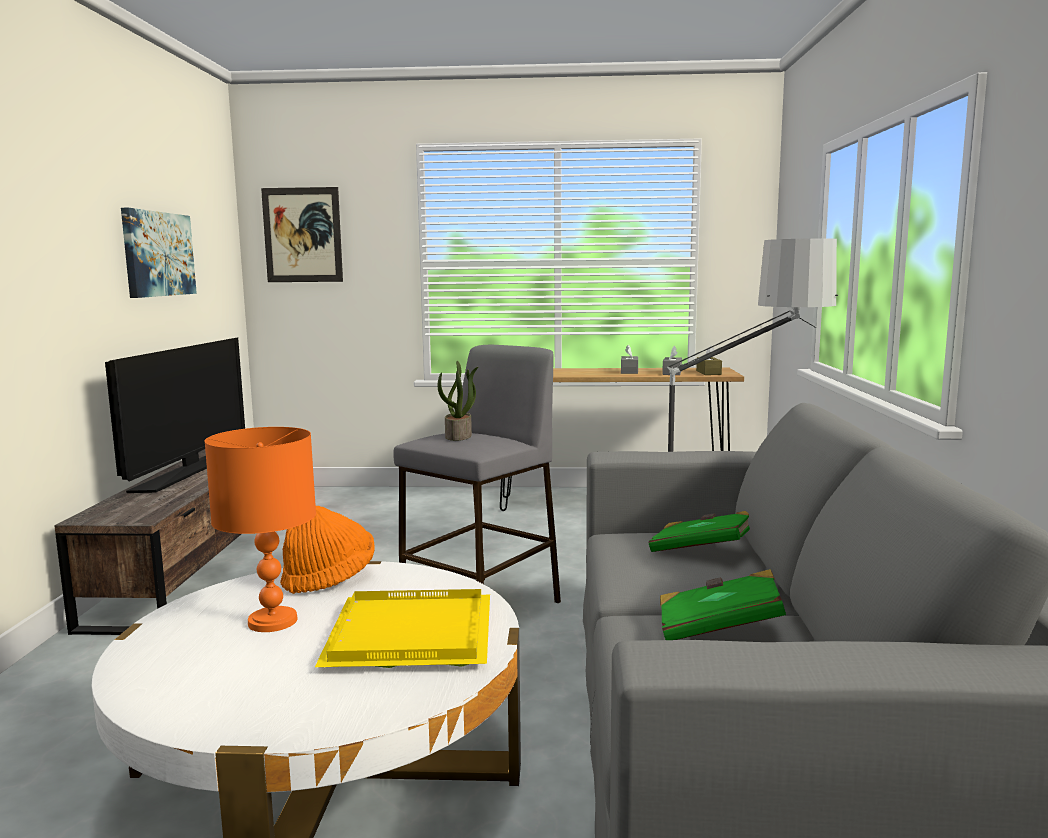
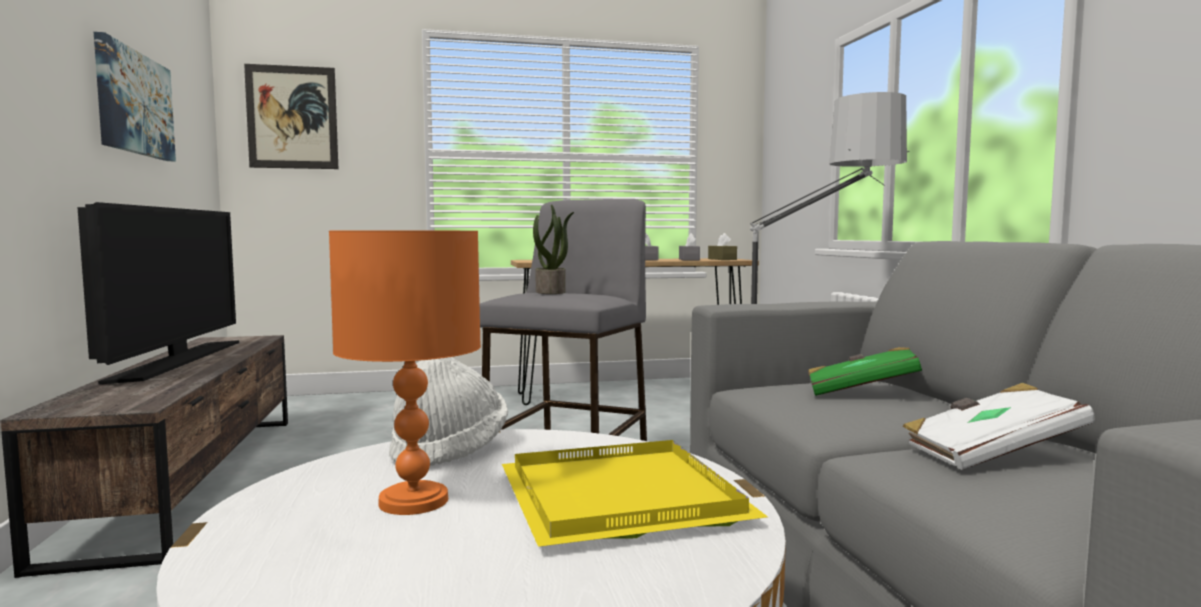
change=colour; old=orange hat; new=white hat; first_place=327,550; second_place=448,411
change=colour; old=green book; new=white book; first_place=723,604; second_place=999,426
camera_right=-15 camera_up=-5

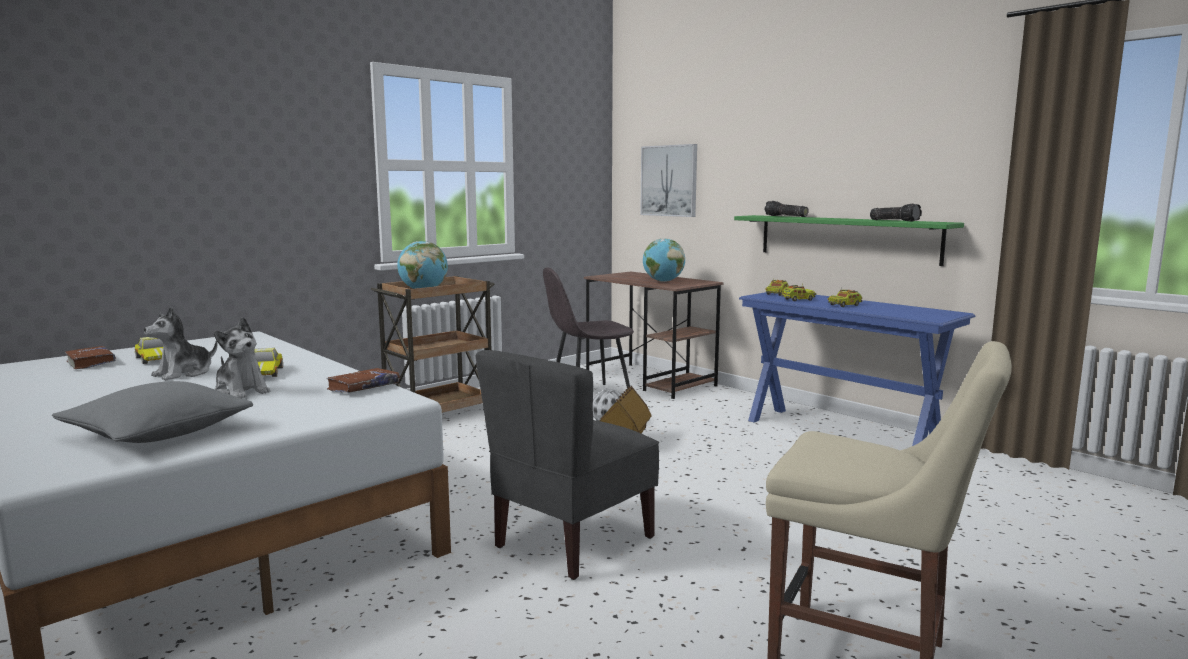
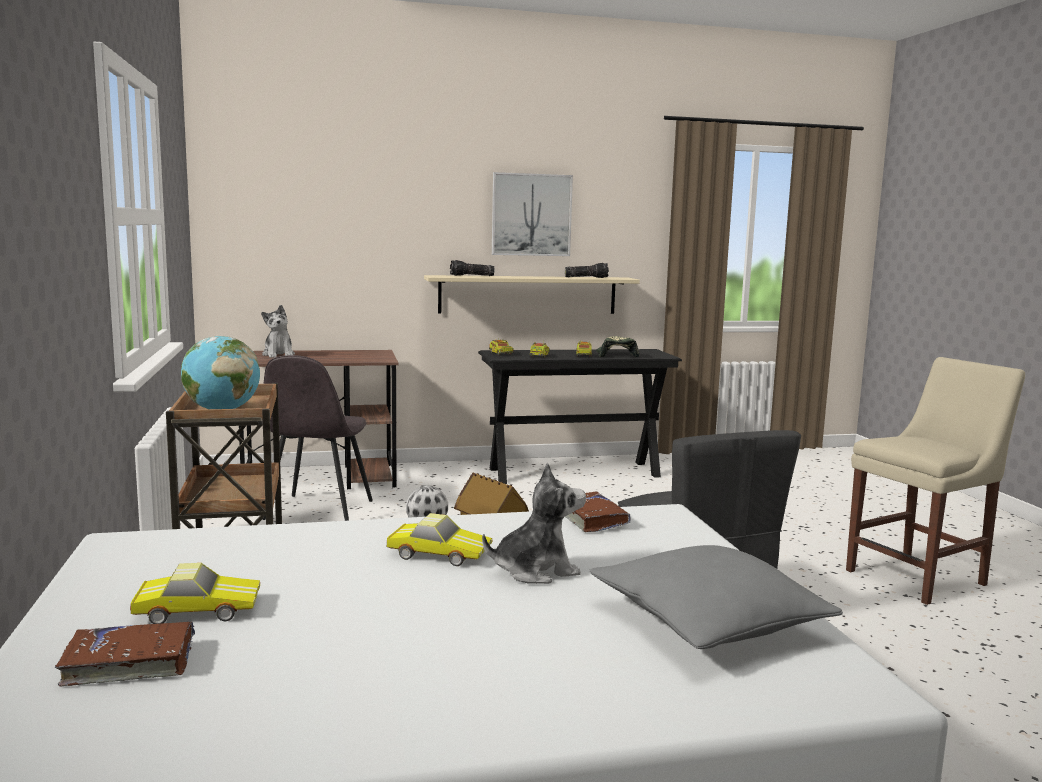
change=missing; old=globe; first_place=664,260
change=appeared; new=cap; second_place=618,346
change=relocated; old=plush toy; first_place=180,343; second_place=278,331
change=relocated; old=picture; first_place=668,180; second_place=532,214
change=colour; old=green shelf; new=beige shelf; first_place=849,240; second_place=532,294
change=colour; old=blue console table; new=black console table; first_place=857,369; second_place=580,416
camera_right=-60 camera_up=0

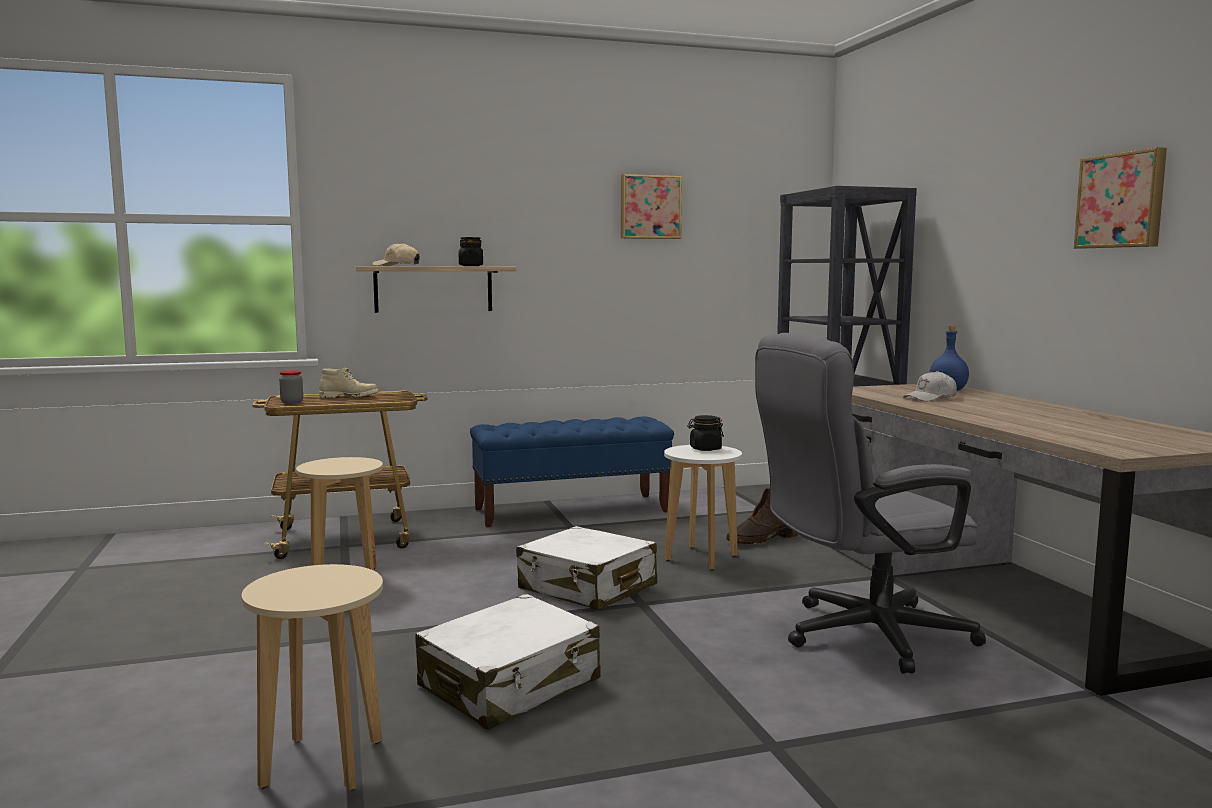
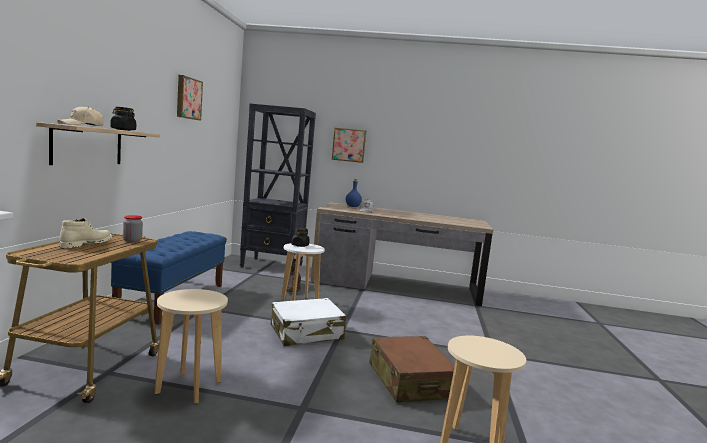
change=missing; old=grey office chair; first_place=870,503
change=relocated; old=jar; first_place=291,387; second_place=133,229
change=relocated; old=picture; first_place=1120,198; second_place=349,145
change=colour; old=white suitcase; new=brown suitcase; first_place=508,662; second_place=412,369
camera_right=-65 camera_up=0

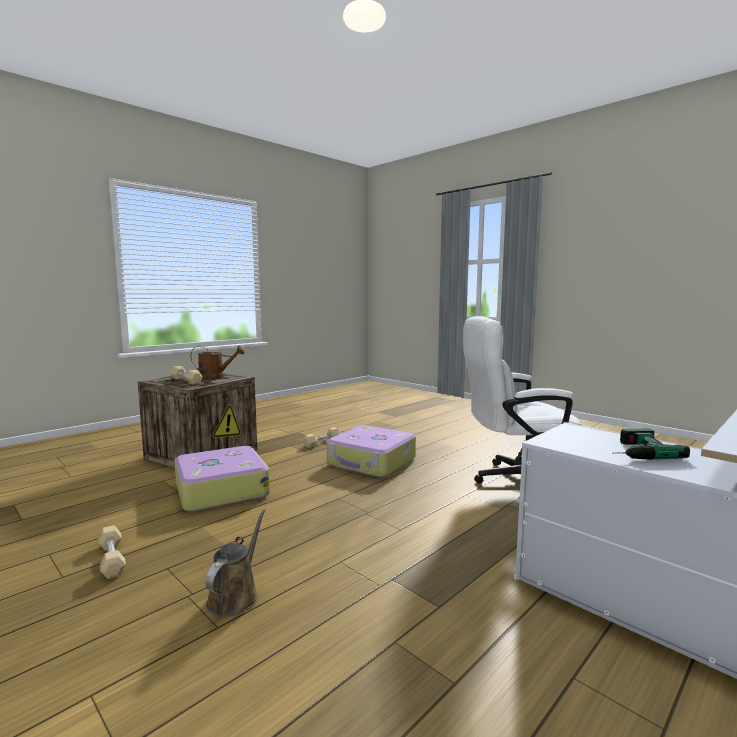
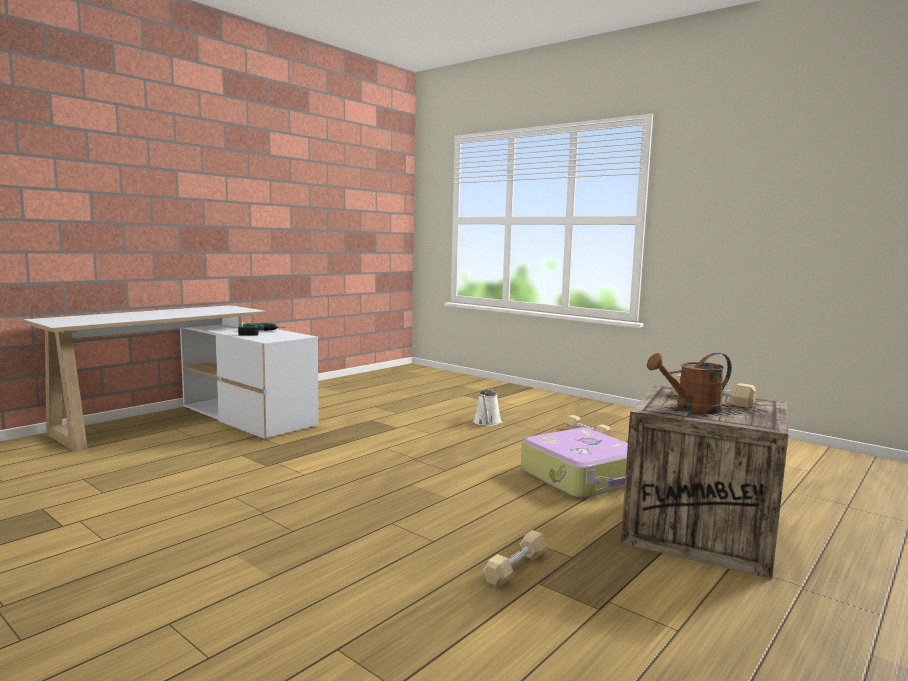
change=missing; old=suitcase; first_place=371,451
change=missing; old=white office chair; first_place=522,400
change=colour; old=brown watering can; new=white watering can; first_place=235,563; second_place=487,407
camera_right=175 camera_up=0

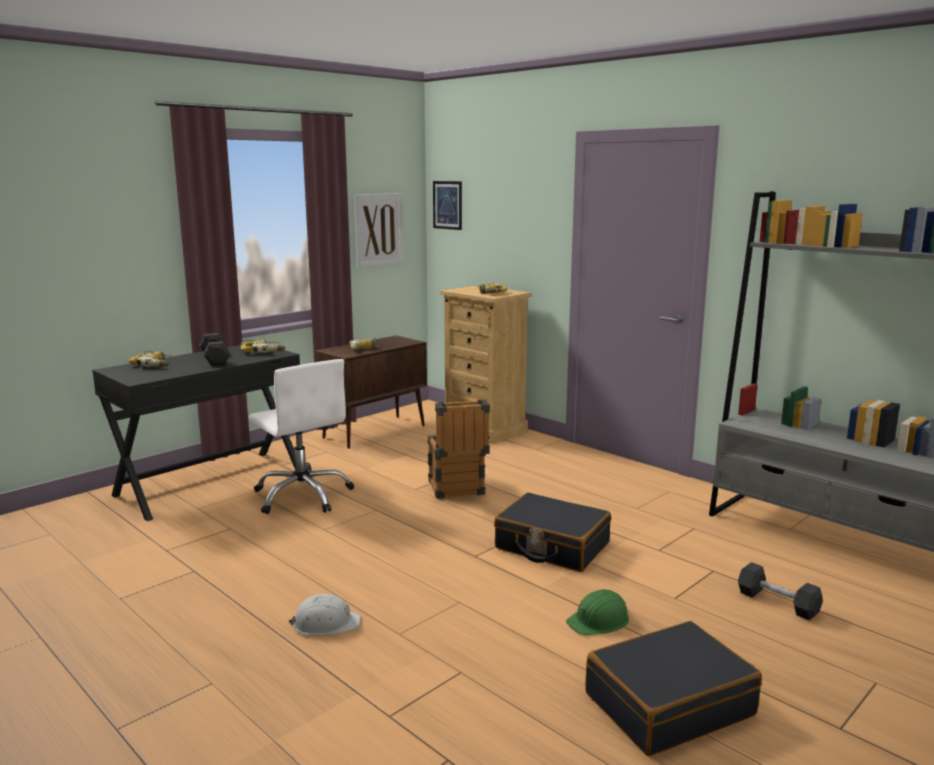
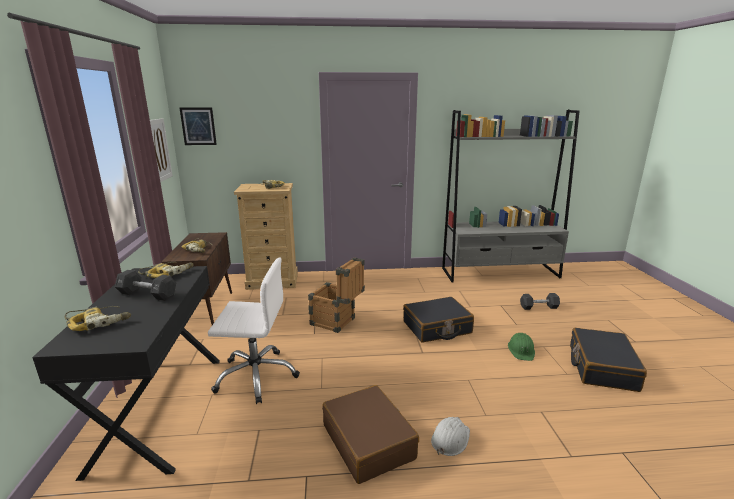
change=appeared; new=brown suitcase; second_place=370,434
camera_right=-50 camera_up=5

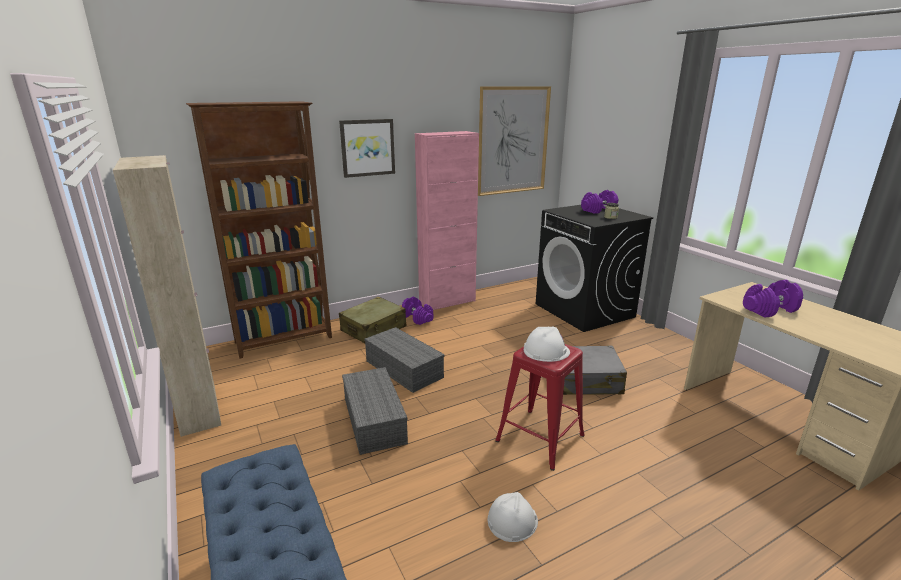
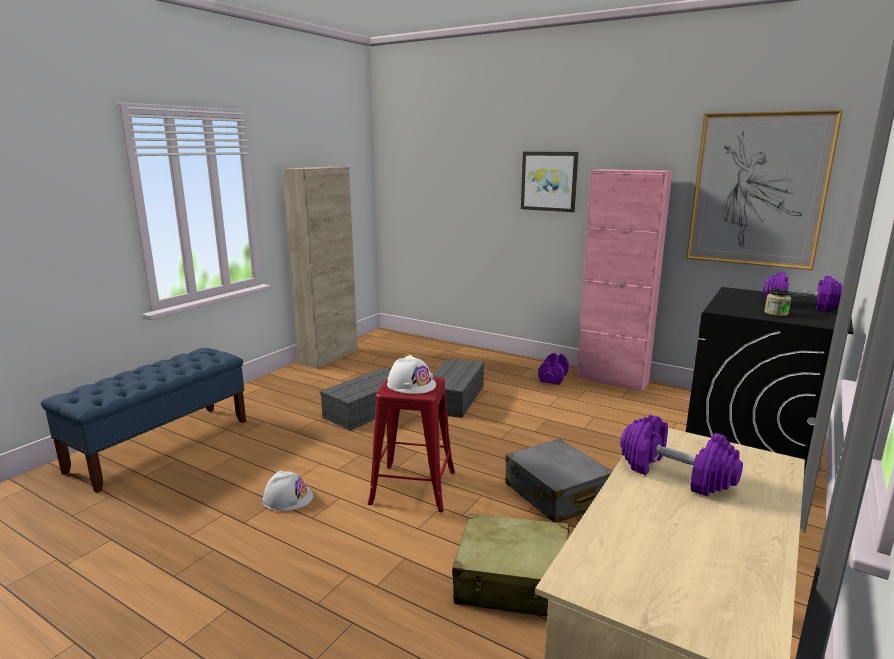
change=missing; old=brown bookcase; first_place=259,230
change=relocated; old=beige suitcase; first_place=372,320; second_place=510,565
camera_right=60 camera_up=-5

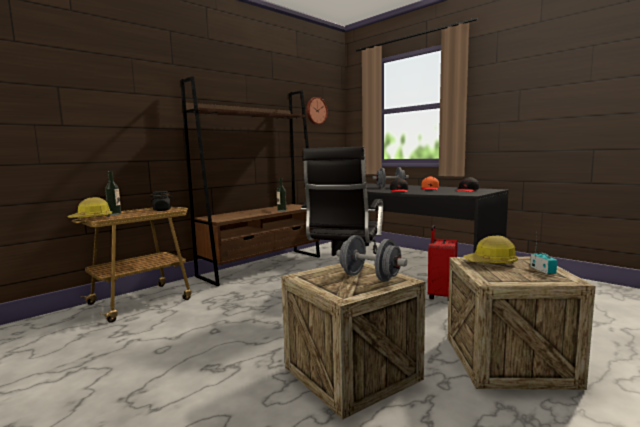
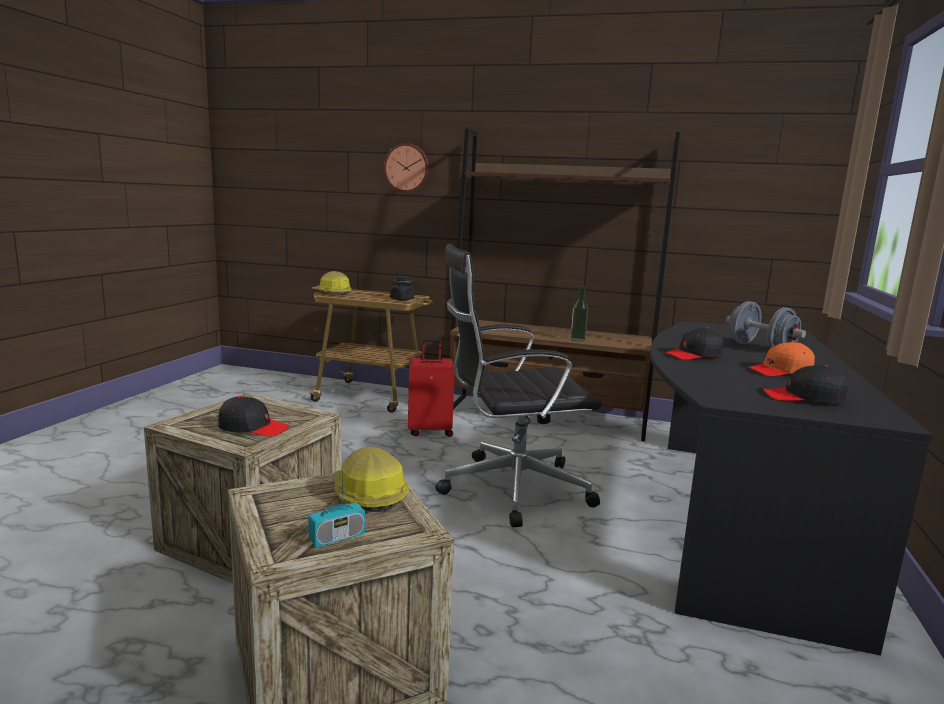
change=missing; old=bottle; first_place=113,193
change=relocated; old=wall clock; first_place=317,111; second_place=407,167
change=relocated; old=red suitcase; first_place=443,263; second_place=431,388
change=exchanged; old=grey dumbbell; new=black cap; first_place=371,258; second_place=253,416
camera_right=60 camera_up=5

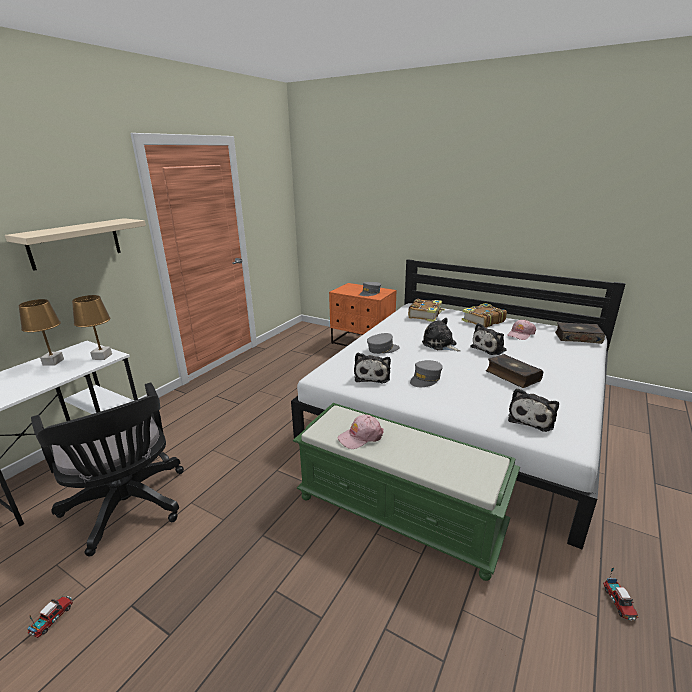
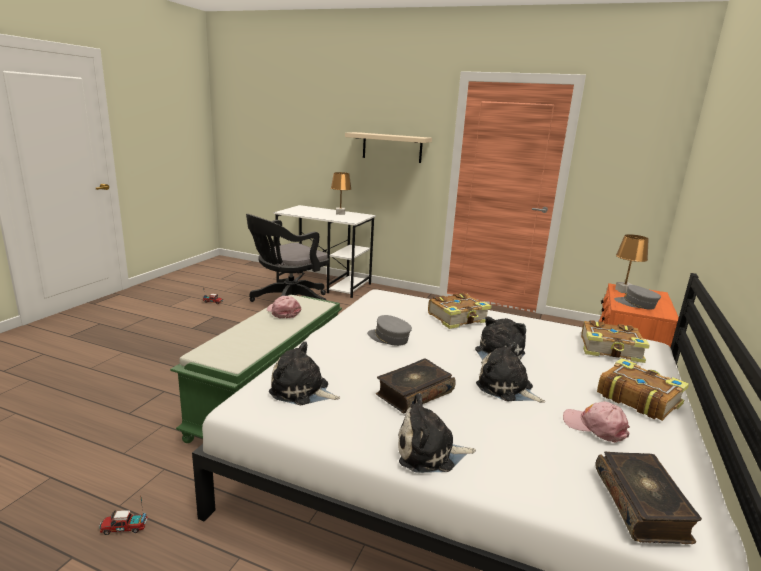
change=relocated; old=brown table lamp; first_place=92,327; second_place=632,263
change=relocated; old=plush toy; first_place=372,368; second_place=437,433
change=exchanged; old=grey cap; new=book; first_place=383,343; second_place=460,311
camera_right=80 camera_up=-5

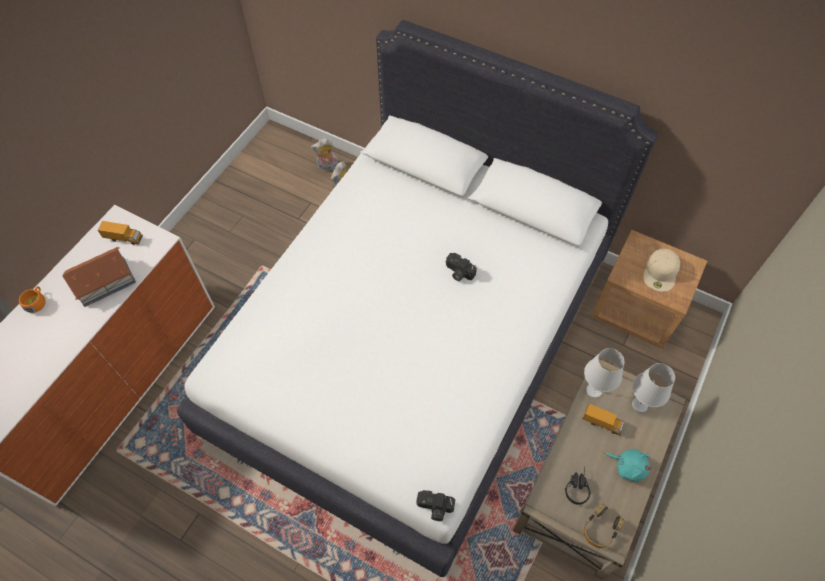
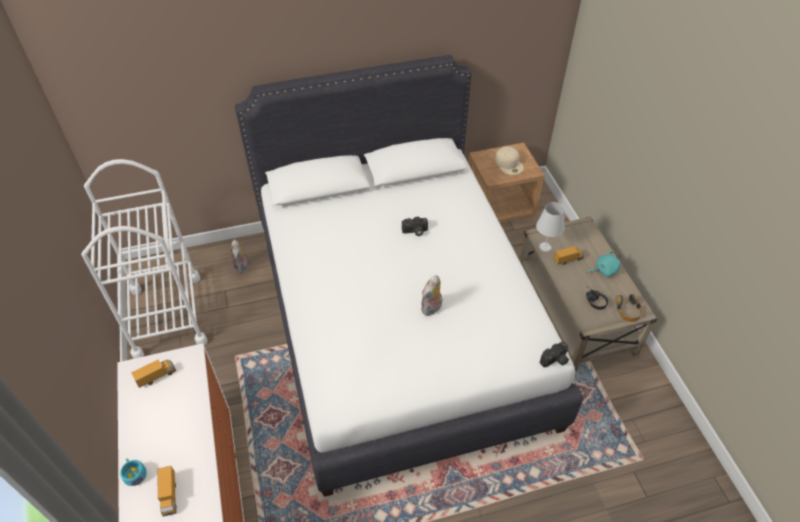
change=missing; old=toy house; first_place=99,277
change=missing; old=white table lamp; first_place=653,387
change=appeared; new=white cart; second_place=144,259
change=appeared; new=toy truck; second_place=167,491
change=relocated; old=plush toy; first_place=324,154; second_place=432,295
change=colour; old=orange cup; new=turquoise cup; first_place=32,299; second_place=133,472
camera_right=-45 camera_up=-10

